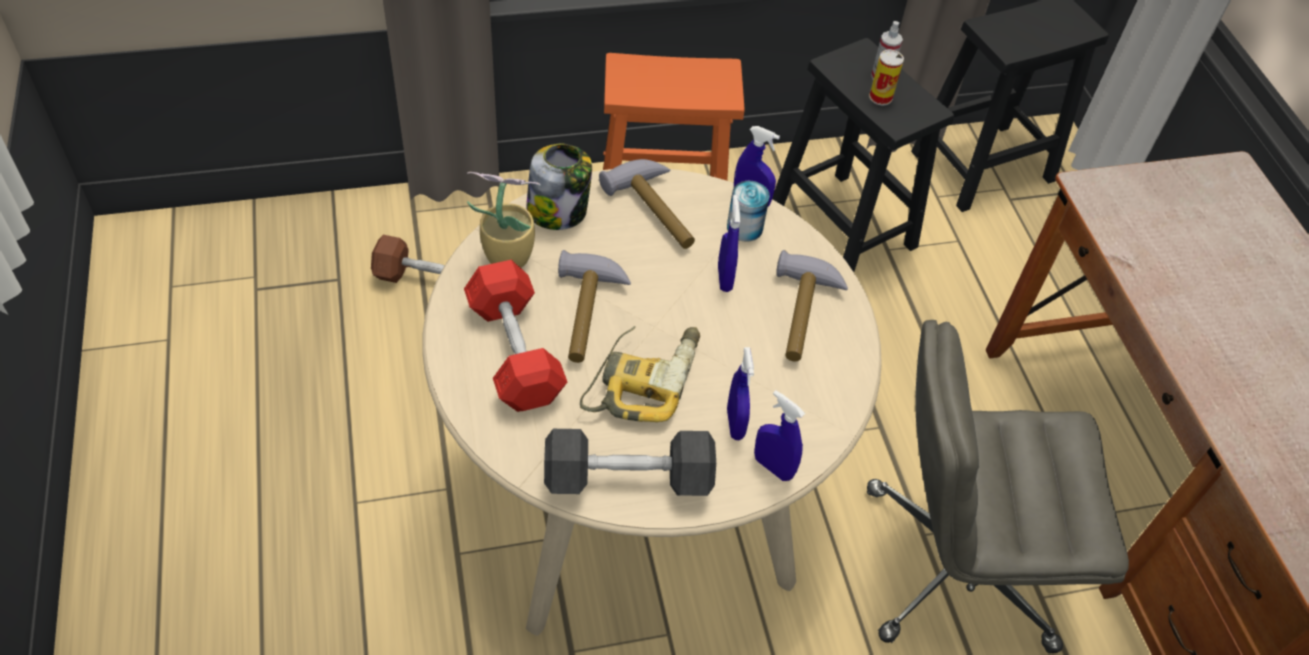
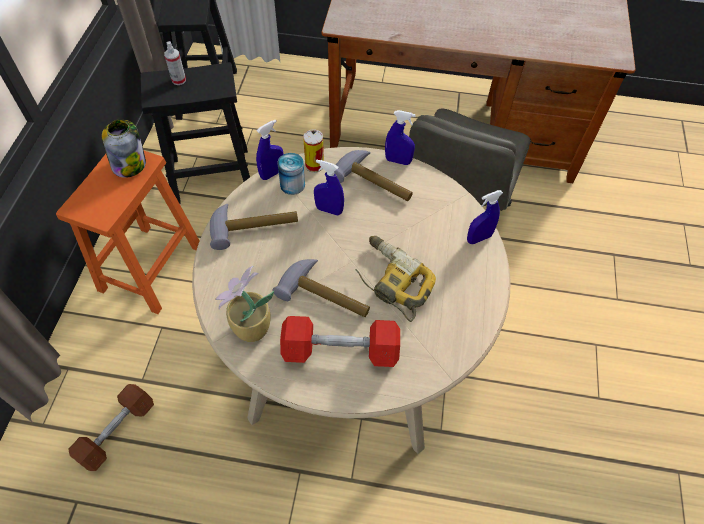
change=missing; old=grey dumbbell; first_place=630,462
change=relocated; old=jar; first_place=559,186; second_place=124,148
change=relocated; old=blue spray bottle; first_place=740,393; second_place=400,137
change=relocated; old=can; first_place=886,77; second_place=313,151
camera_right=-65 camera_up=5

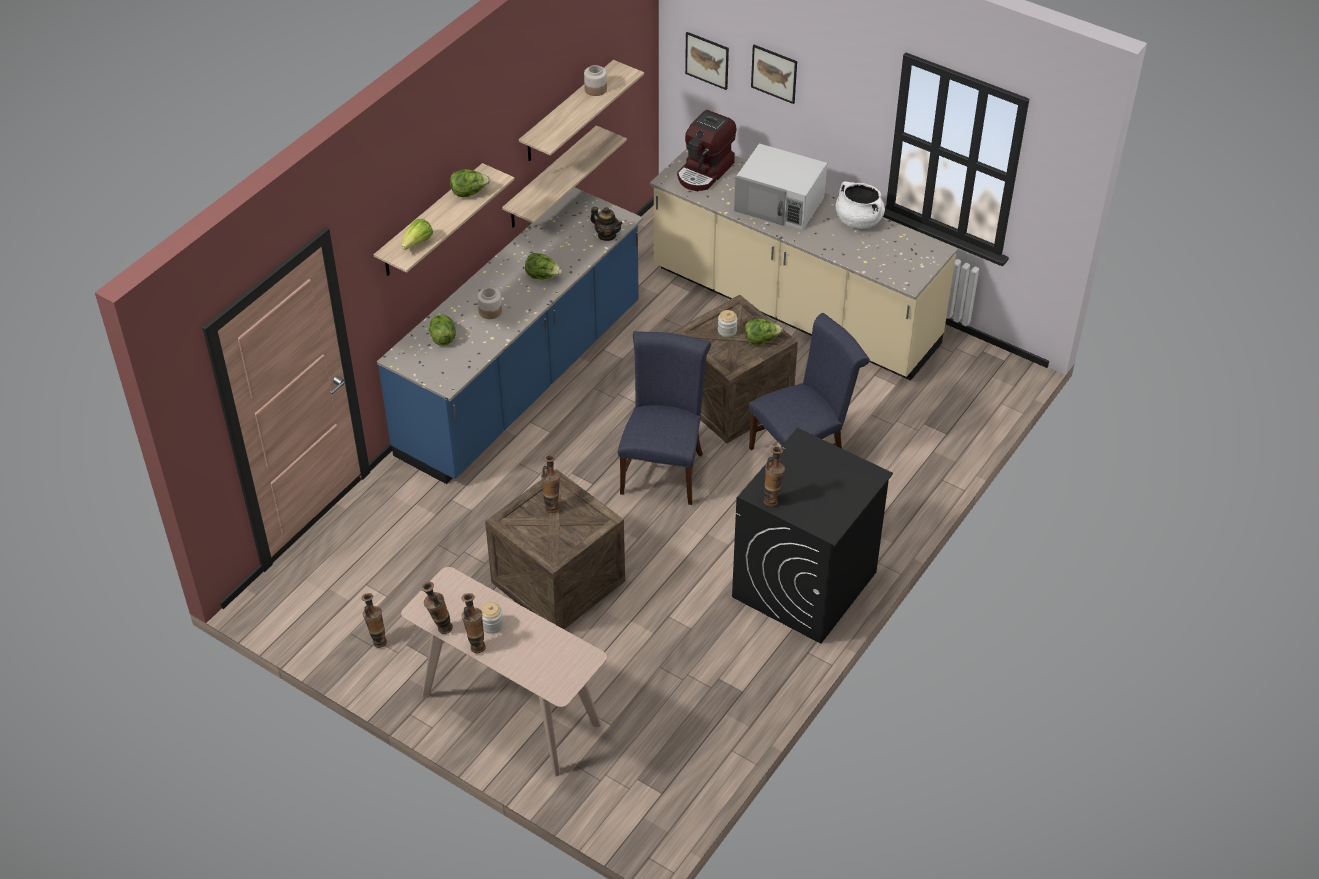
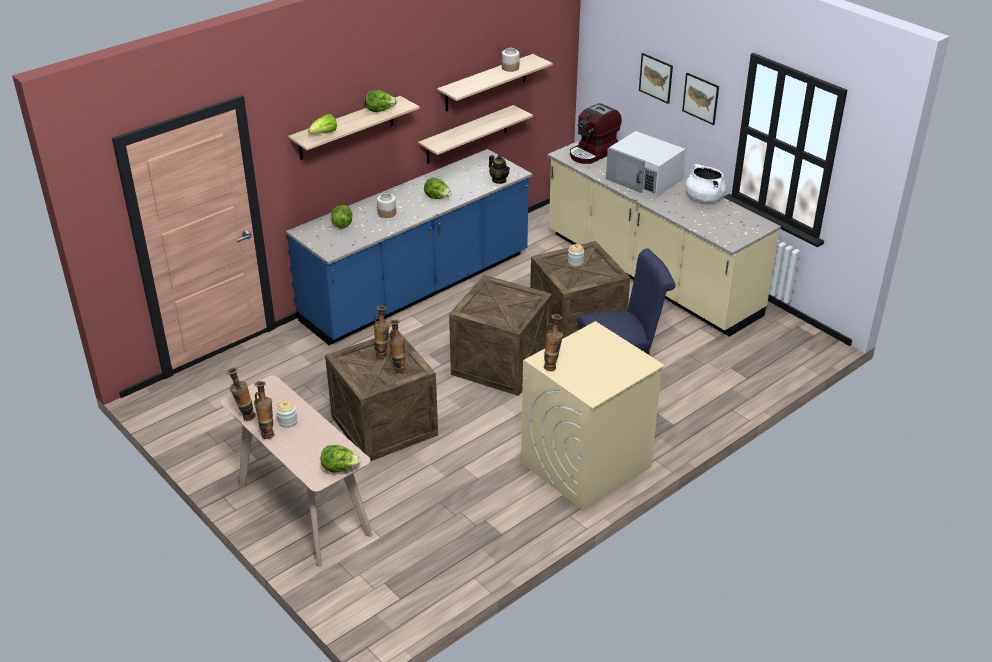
change=relocated; old=vase; first_place=374,620; second_place=397,346
change=relocated; old=picture; first_place=707,61; second_place=700,99
change=relocated; old=lettuce; first_place=763,331; second_place=341,458
change=exchanged; old=blue chair; new=crate; first_place=664,418; second_place=500,335
change=colour; old=black washing machine; new=beige washing machine; first_place=812,536; second_place=593,416
camera_right=15 camera_up=-10

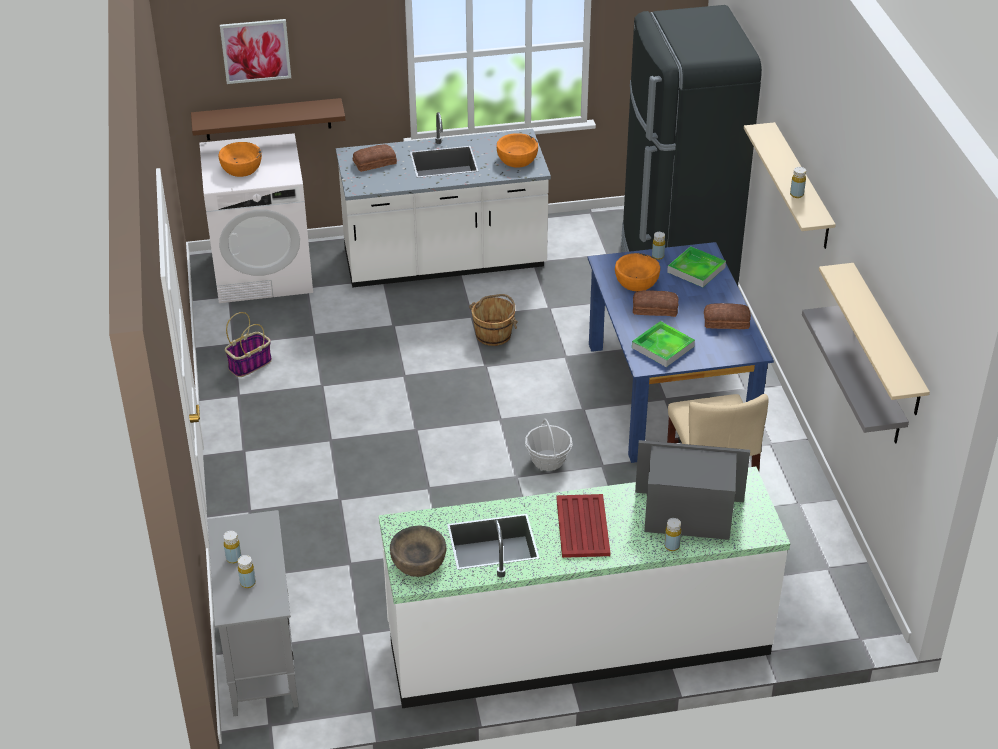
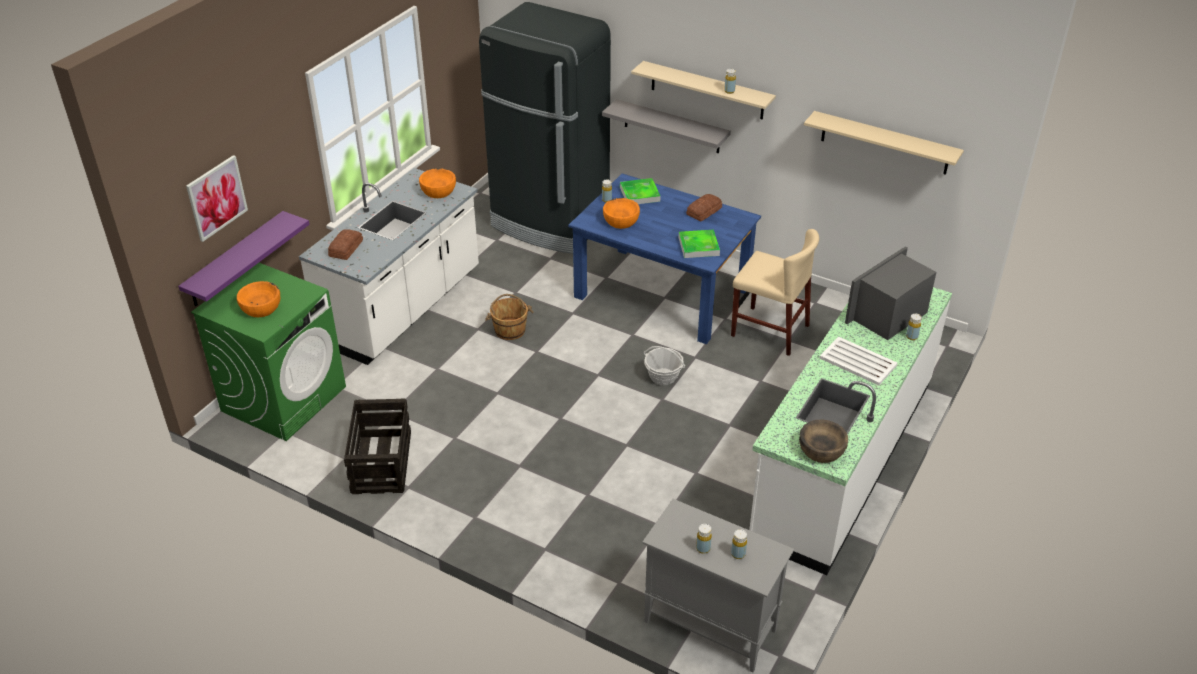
change=missing; old=bread; first_place=655,303
change=relocated; old=grey shelf; first_place=855,374; second_place=666,126
change=exchanged; old=basket; new=crate; first_place=248,344; second_place=377,446
change=colour; old=brown shelf; new=purple shelf; first_place=268,119; second_place=244,258
change=colour; old=white washing machine; new=green washing machine; first_place=256,218; second_place=268,352
change=colour; old=red tray; new=white tray; first_place=583,526; second_place=858,361
camera_right=-50 camera_up=0

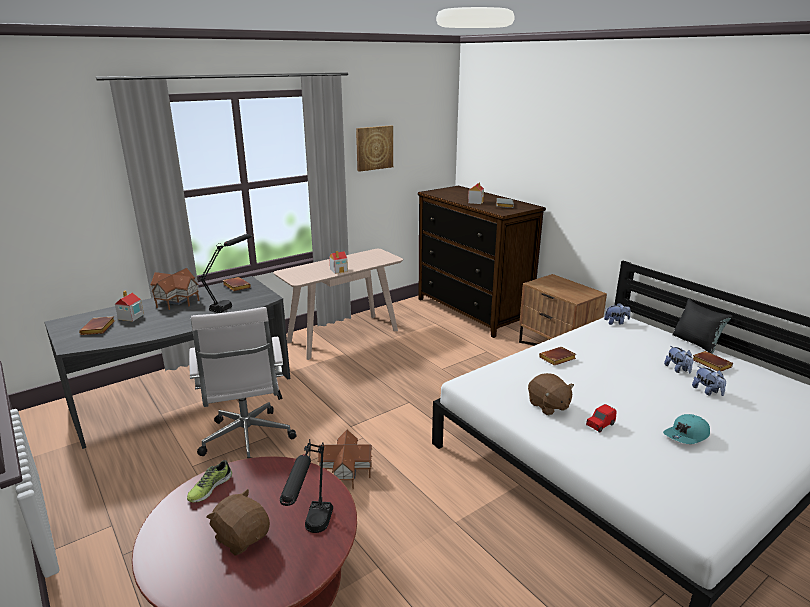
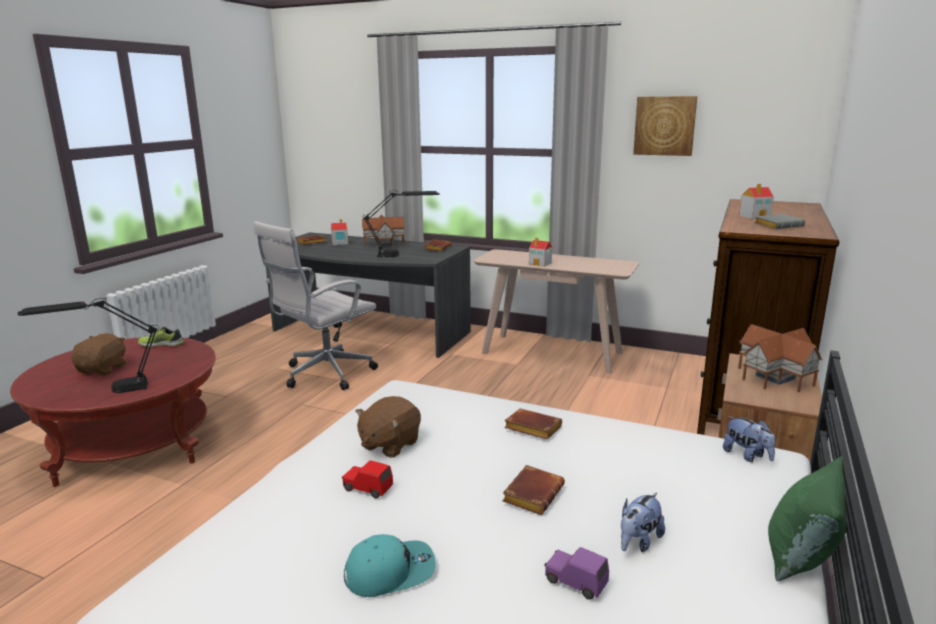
change=relocated; old=toy house; first_place=345,459; second_place=780,358
change=relocated; old=brown book; first_place=713,361; second_place=533,490
change=exchanged; old=plush toy; new=purple toy car; first_place=709,381; second_place=576,573
change=colour; old=black pillow; new=green pillow; first_place=702,326; second_place=807,518
change=spun; old=turquoise cap; first_place=686,429; second_place=390,565; degrees=135
camera_right=60 camera_up=-5

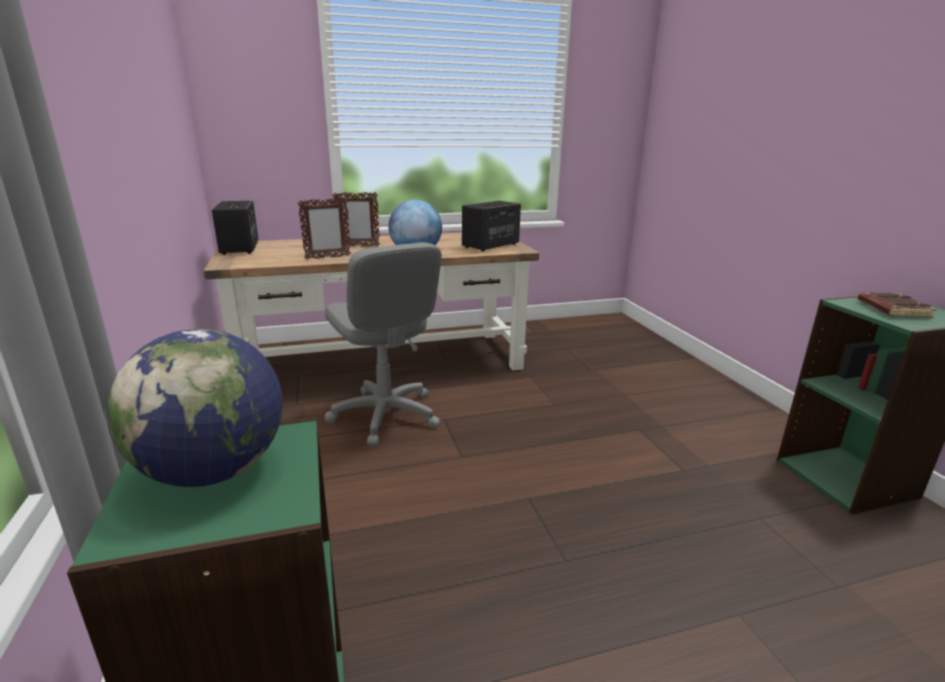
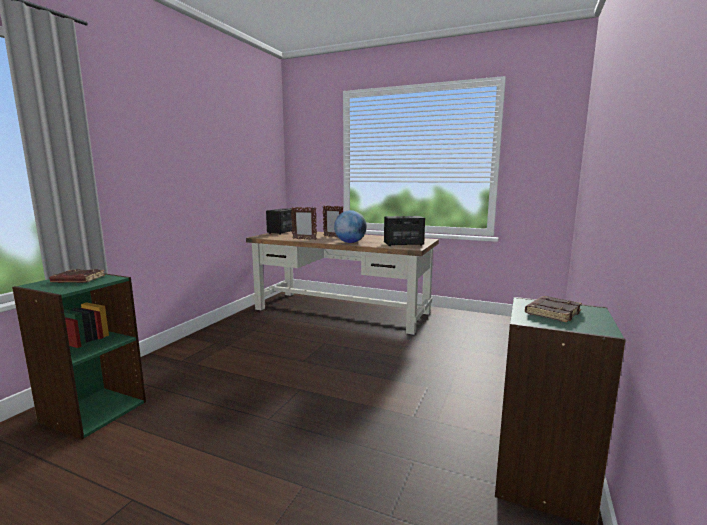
change=missing; old=grey office chair; first_place=383,344
change=exchanged; old=globe; new=brown book; first_place=195,408; second_place=77,276
camera_right=40 camera_up=-10

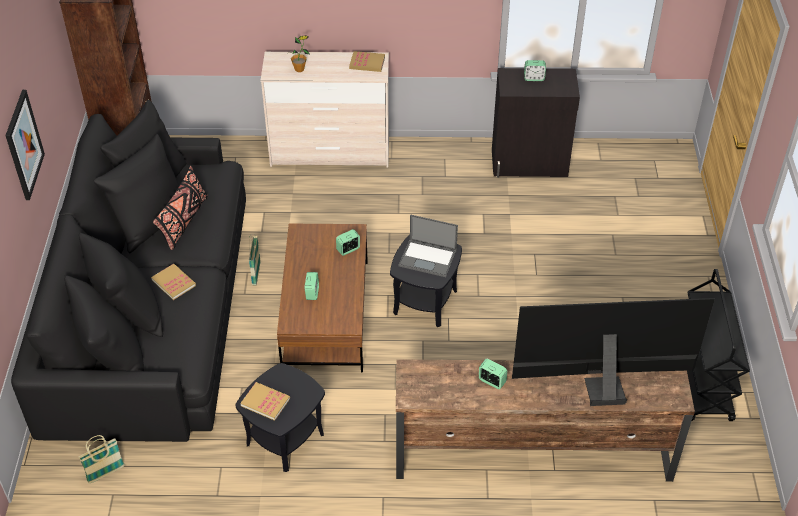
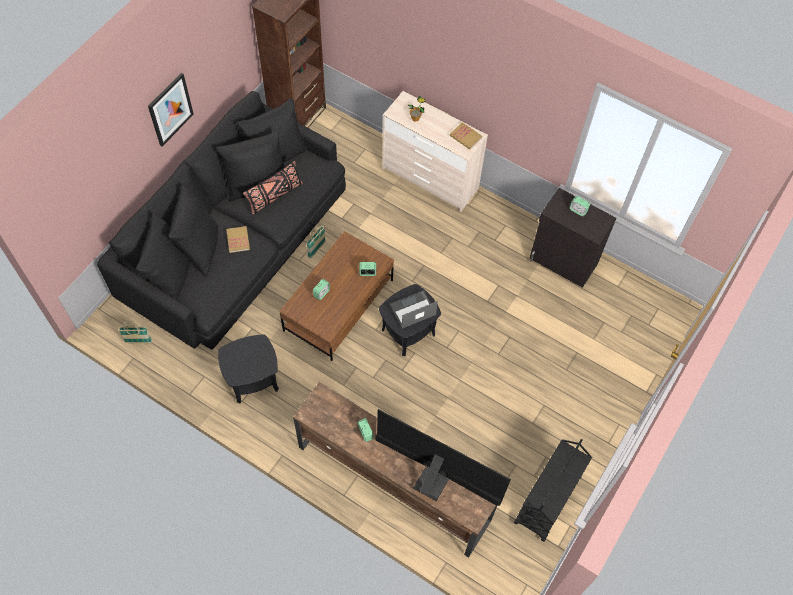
change=missing; old=book; first_place=265,401
change=spun; old=laptop; first_place=428,245; second_place=413,309; degrees=105
camera_right=30 camera_up=15

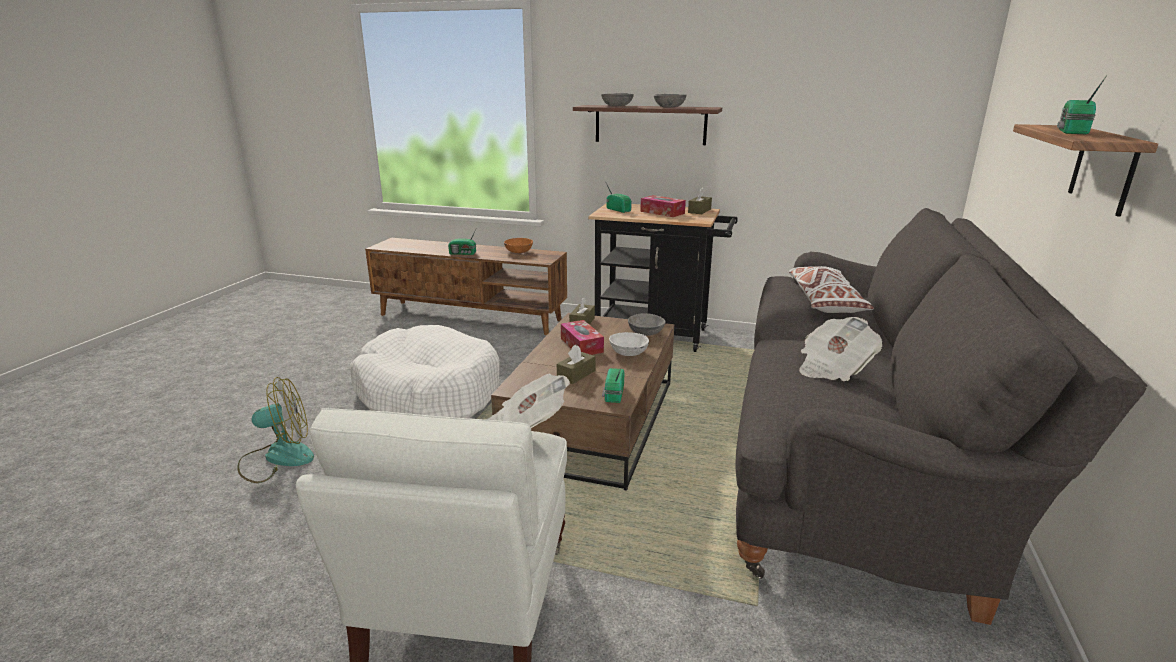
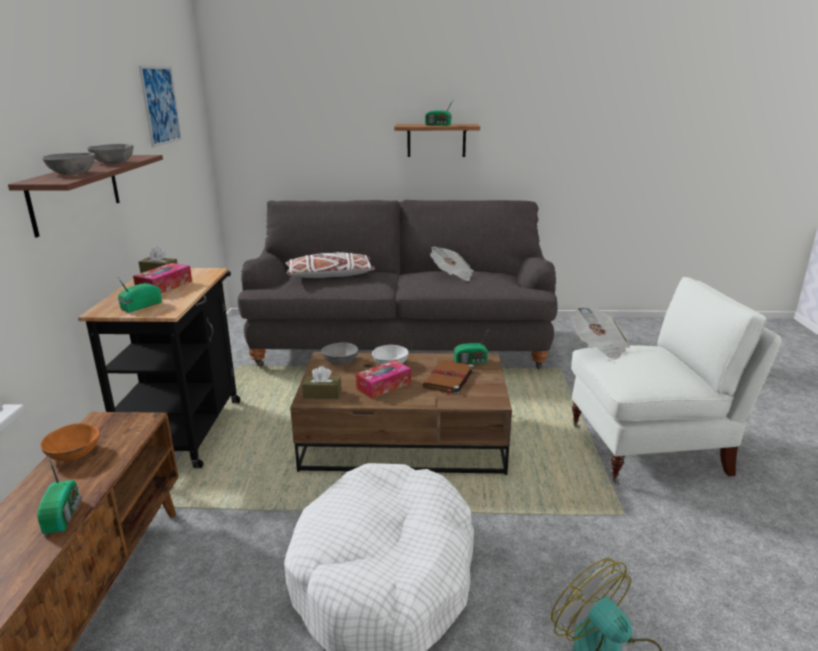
change=appeared; new=picture; second_place=160,106
change=exchanged; old=brown tissue box; new=brown book; first_place=576,364; second_place=448,378
camera_right=-105 camera_up=0

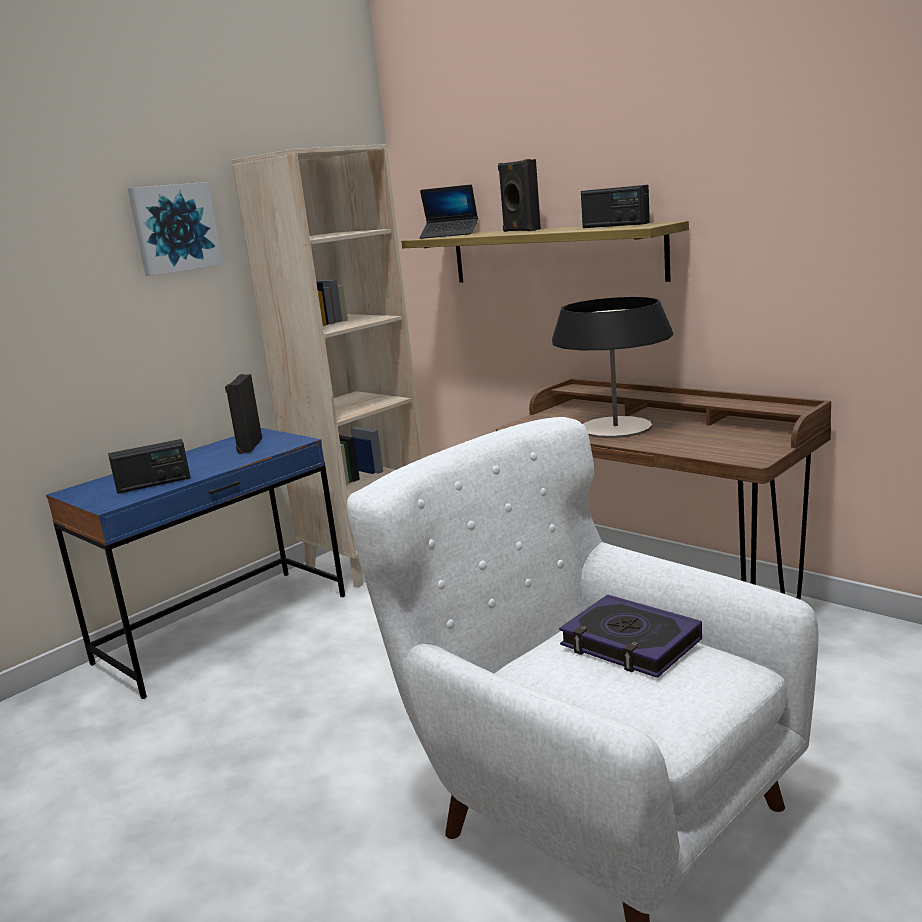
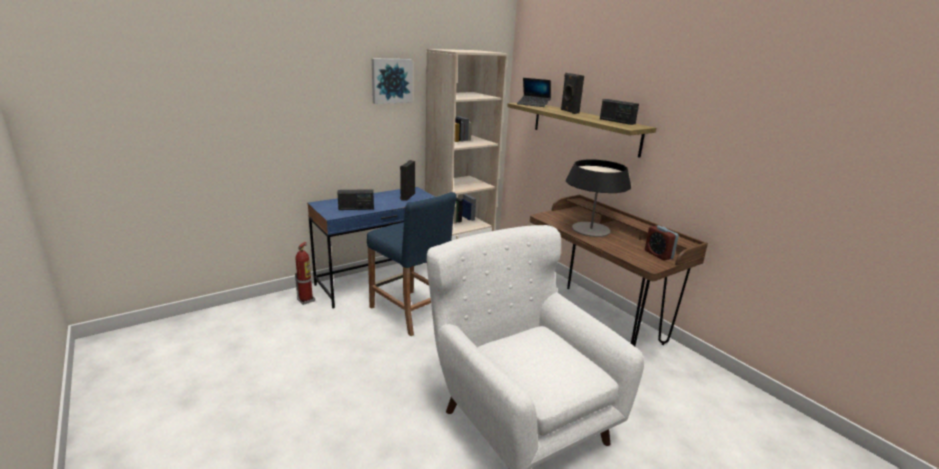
change=missing; old=book; first_place=630,636
change=appeared; new=fire extinguisher; second_place=305,273
change=appeared; new=blue stool; second_place=412,264
change=appeared; new=alarm clock; second_place=662,242
camera_right=10 camera_up=5

